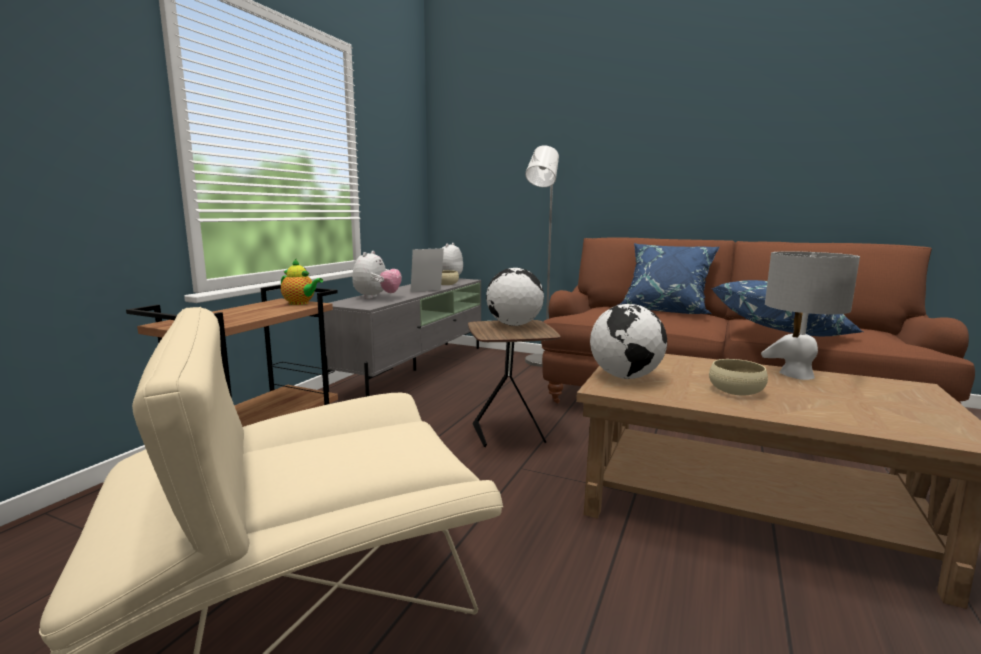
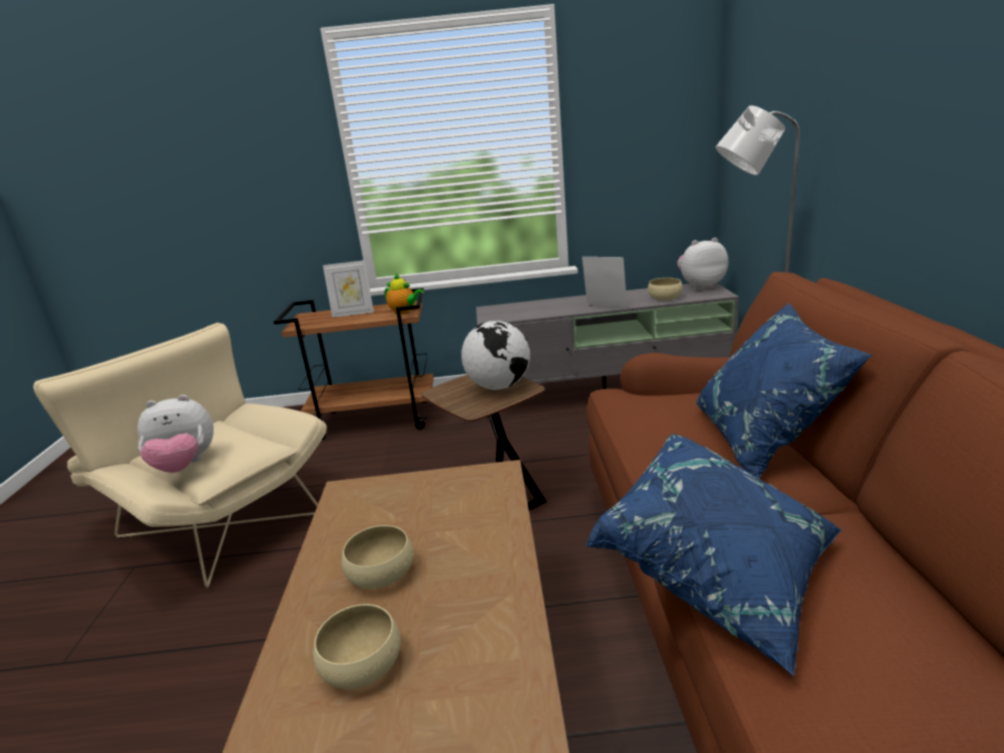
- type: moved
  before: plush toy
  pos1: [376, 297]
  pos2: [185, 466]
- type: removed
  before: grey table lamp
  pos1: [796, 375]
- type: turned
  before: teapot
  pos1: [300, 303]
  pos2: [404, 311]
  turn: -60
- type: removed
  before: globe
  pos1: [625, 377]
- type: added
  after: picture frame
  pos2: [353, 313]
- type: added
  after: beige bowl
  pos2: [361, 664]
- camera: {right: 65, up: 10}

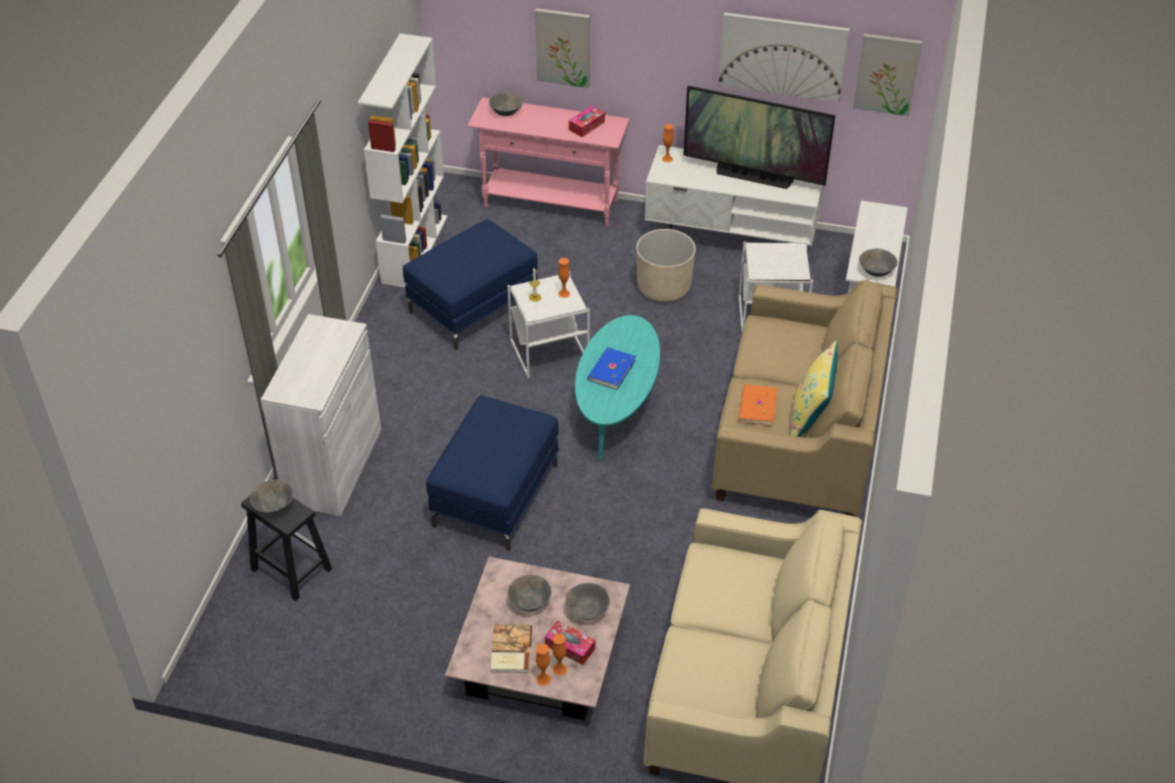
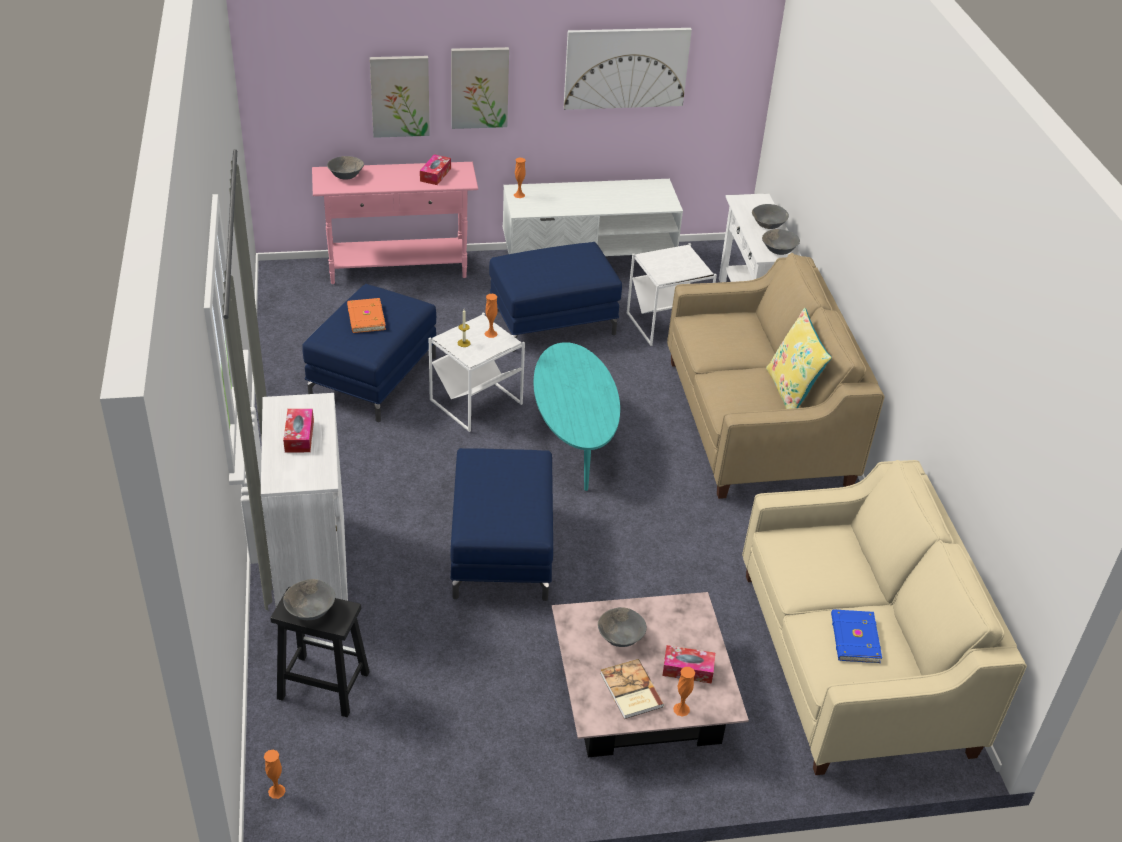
- type: removed
  before: white bookcase
  pos1: [414, 249]
- type: moved
  before: picture
  pos1: [887, 74]
  pos2: [479, 87]
- type: removed
  before: television
  pos1: [753, 176]
- type: replaced
  before: beige planter
  after: blue ottoman
  pos1: [664, 287]
  pos2: [552, 321]
- type: moved
  before: blue book
  pos1: [610, 370]
  pos2: [854, 638]
- type: moved
  before: orange book
  pos1: [756, 407]
  pos2: [365, 318]
- type: moved
  before: grey bowl
  pos1: [587, 609]
  pos2: [768, 224]
- type: moved
  before: orange vase
  pos1: [559, 669]
  pos2: [276, 791]
- type: added
  after: tissue box
  pos2: [299, 436]
- camera: {right: -25, up: -5}

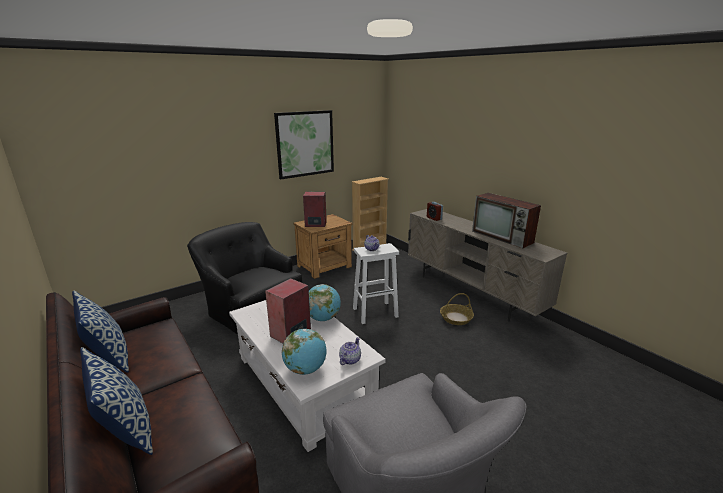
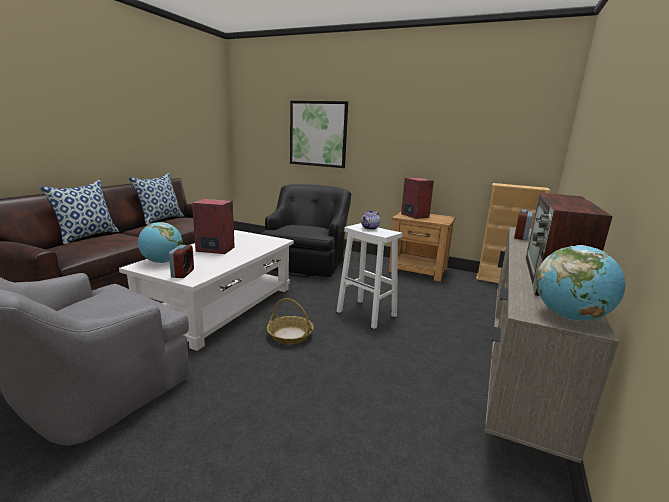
- type: moved
  before: picture
  pos1: [305, 144]
  pos2: [318, 134]
- type: moved
  before: globe
  pos1: [323, 318]
  pos2: [570, 316]
- type: moved
  before: basket
  pos1: [456, 318]
  pos2: [290, 335]
- type: replaced
  before: teapot
  after: alarm clock
  pos1: [349, 360]
  pos2: [183, 273]
- camera: {right: 60, up: -5}

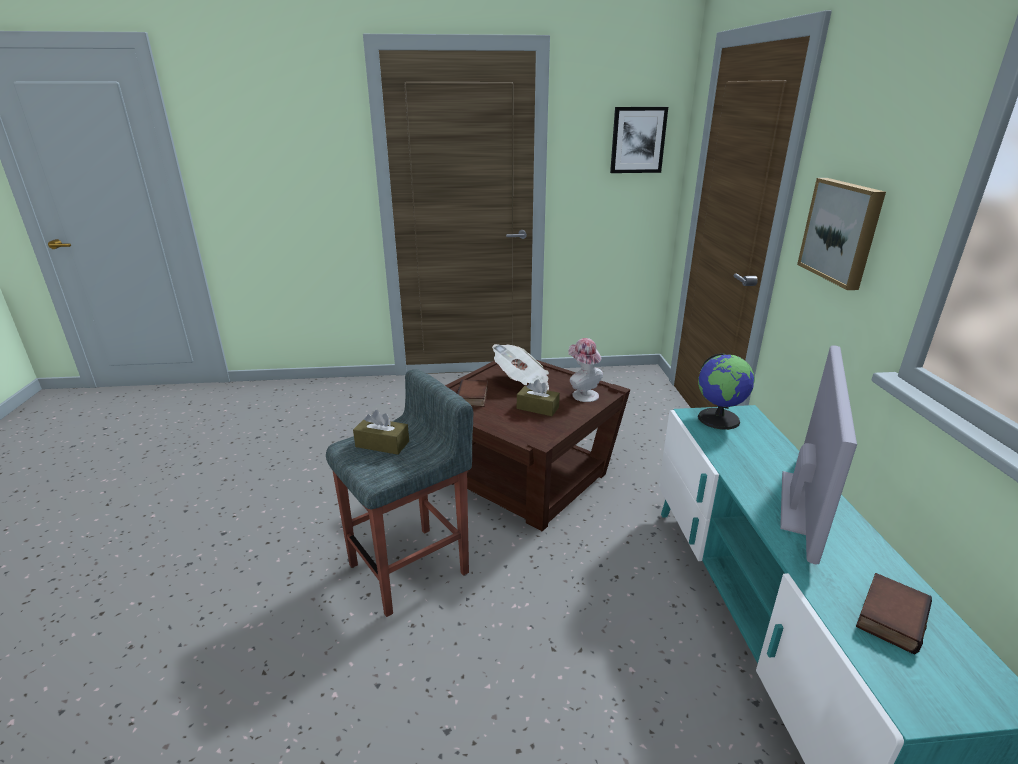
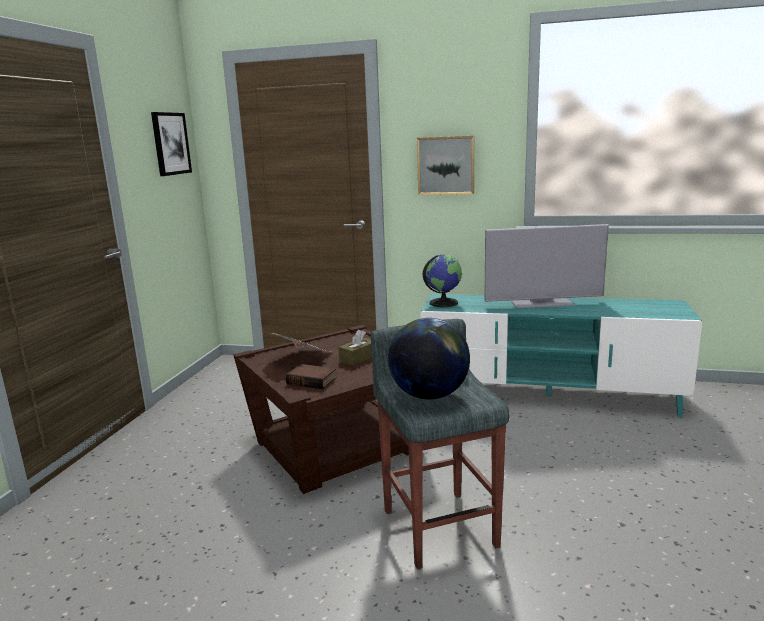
- type: removed
  before: hat
  pos1: [582, 394]
- type: turned
  before: television
  pos1: [800, 503]
  pos2: [542, 303]
  turn: 135
- type: replaced
  before: brown tissue box
  after: globe
  pos1: [382, 444]
  pos2: [429, 395]
- type: removed
  before: book
  pos1: [889, 616]
- camera: {right: -70, up: -10}

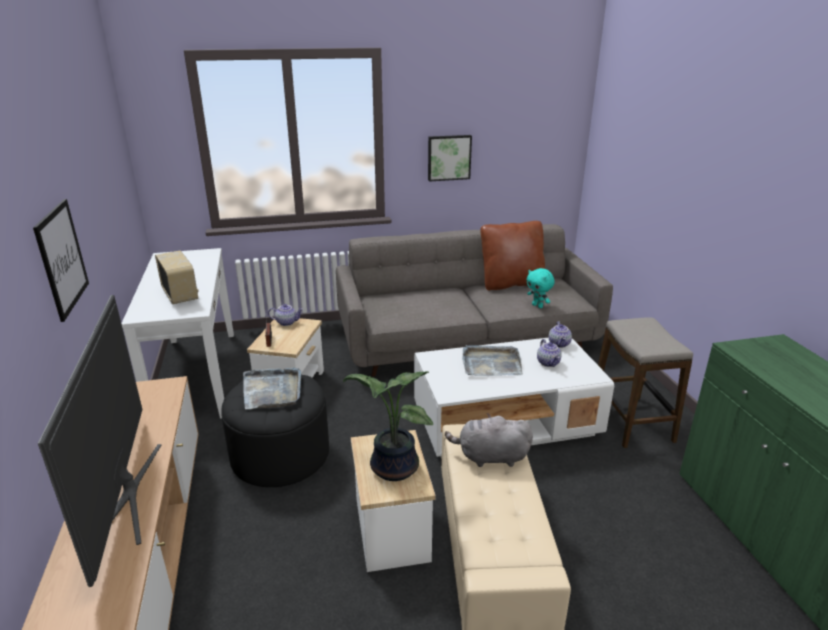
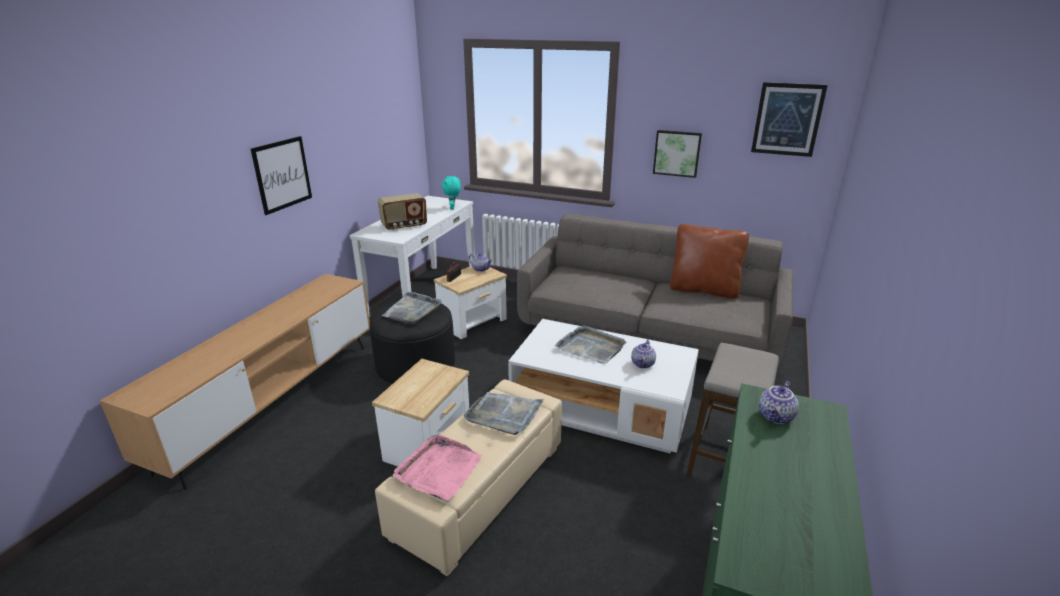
- type: turned
  before: radio
  pos1: [180, 295]
  pos2: [404, 226]
  turn: 60
- type: moved
  before: turquoise plush toy
  pos1: [538, 306]
  pos2: [453, 208]
- type: removed
  before: television
  pos1: [126, 493]
- type: moved
  before: teapot
  pos1: [559, 344]
  pos2: [776, 417]
- type: removed
  before: potted plant
  pos1: [391, 468]
- type: replaced
  before: grey plush toy
  after: grey tray
  pos1: [490, 457]
  pos2: [504, 414]
- type: added
  after: picture
  pos2: [787, 119]
- type: added
  after: pink tray
  pos2: [439, 470]
- camera: {right: 35, up: 0}

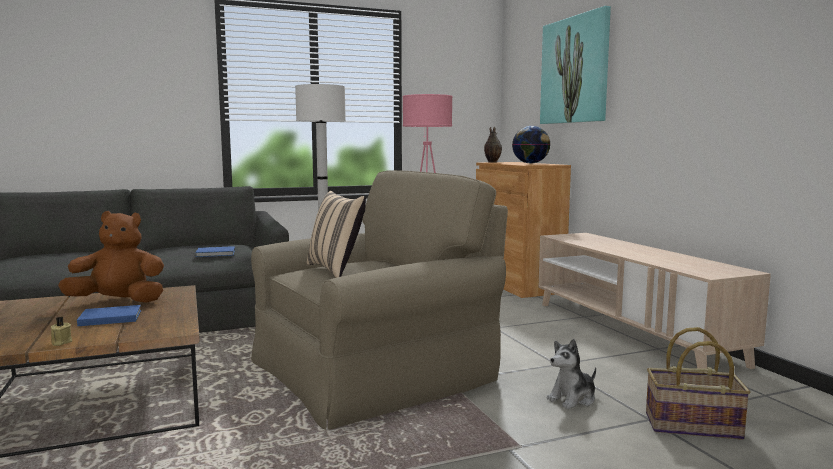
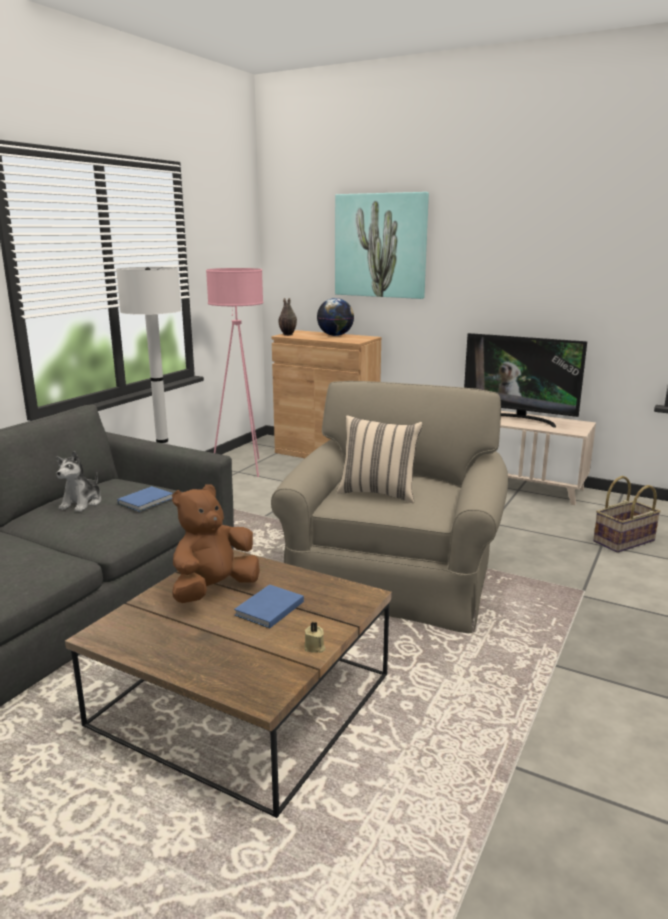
- type: moved
  before: plush toy
  pos1: [573, 399]
  pos2: [82, 503]
- type: added
  after: television
  pos2: [519, 419]
- camera: {right: -40, up: 10}

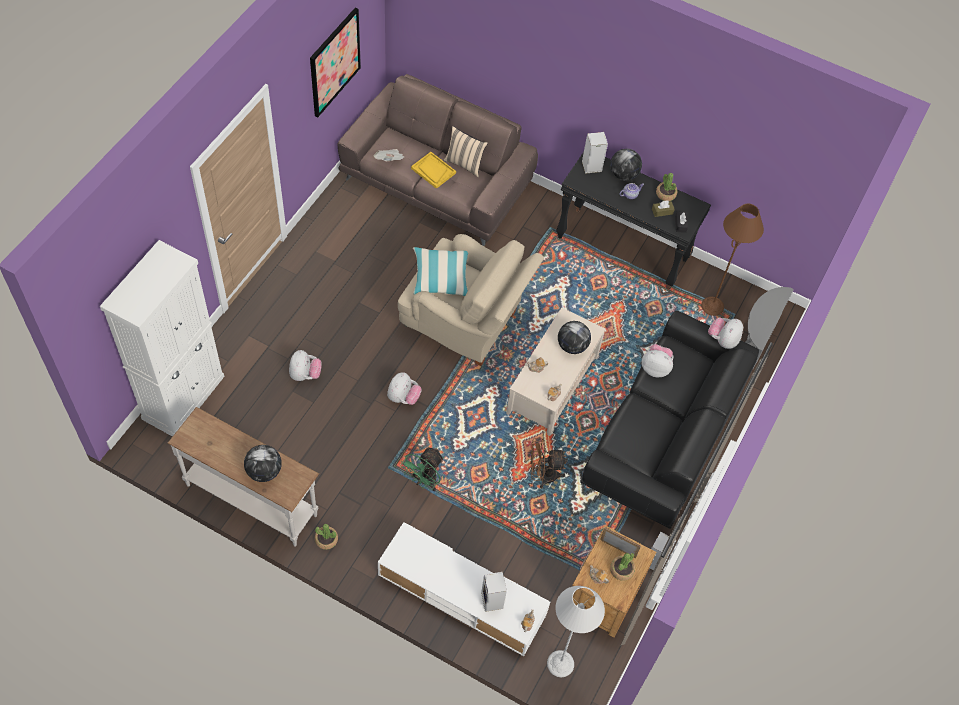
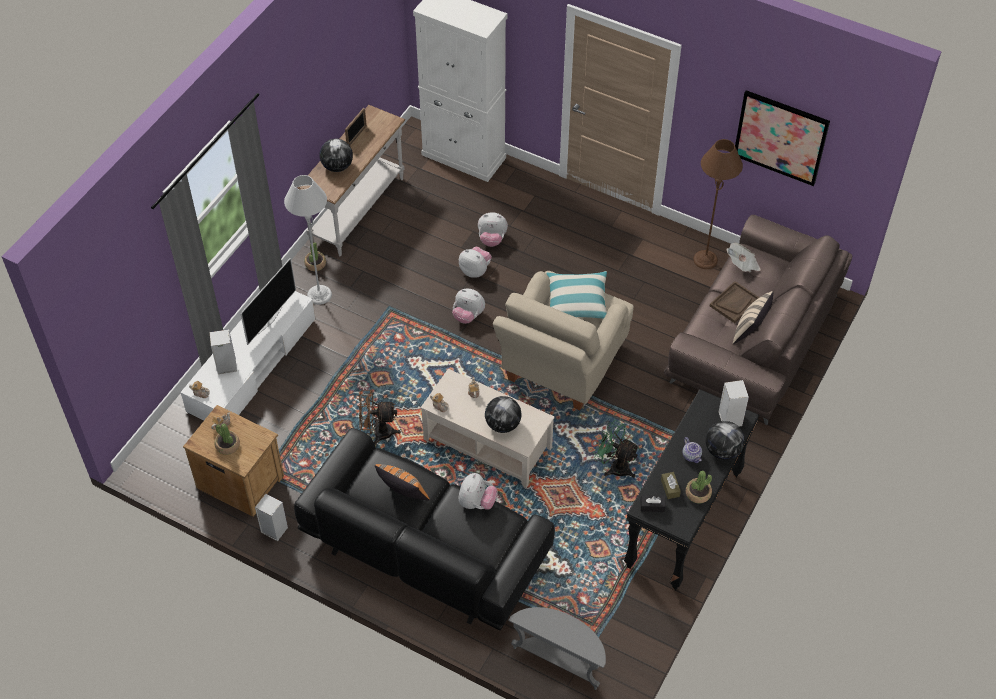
- type: recoloured
  before: yellow tray
  after: brown tray
  pos1: [433, 171]
  pos2: [734, 303]
- type: moved
  before: brown floor lamp
  pos1: [712, 306]
  pos2: [705, 260]
- type: moved
  before: plush toy
  pos1: [723, 340]
  pos2: [475, 270]
- type: turned
  before: brown fan
  pos1: [543, 475]
  pos2: [377, 432]
  turn: -90
- type: moved
  before: green fan
  pos1: [424, 481]
  pos2: [615, 466]
- type: moved
  before: picture frame
  pos1: [618, 548]
  pos2: [356, 136]
- type: moved
  before: grey floor lamp
  pos1: [560, 664]
  pos2: [319, 295]
- type: added
  after: television
  pos2: [269, 320]
- type: added
  after: orange pillow
  pos2: [403, 496]
- camera: {right: 95, up: -5}

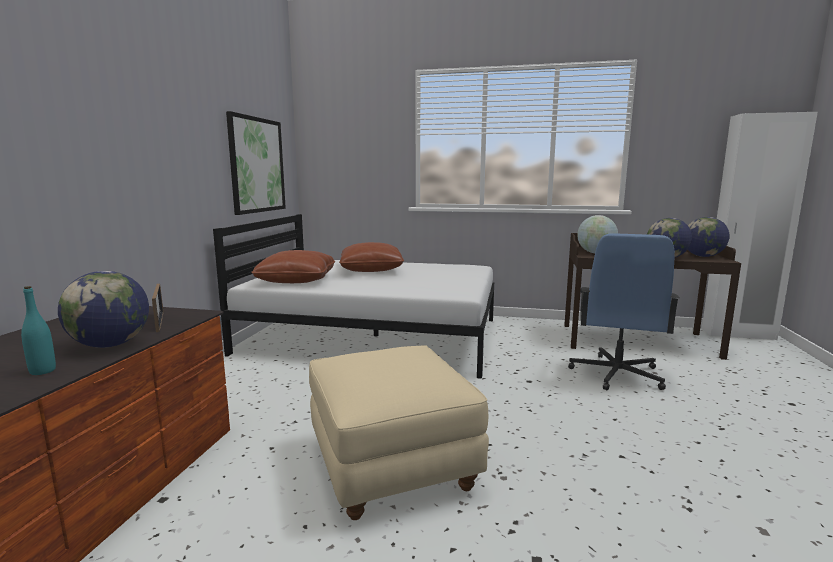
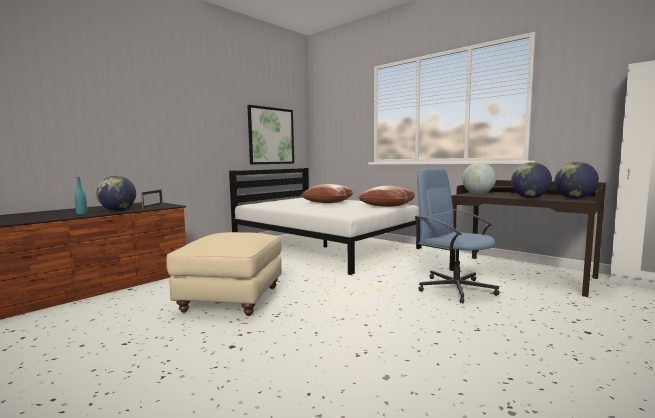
- type: turned
  before: blue office chair
  pos1: [616, 374]
  pos2: [455, 288]
  turn: 90
- type: moved
  before: brown pillow
  pos1: [297, 280]
  pos2: [387, 206]
- camera: {right: 30, up: -5}

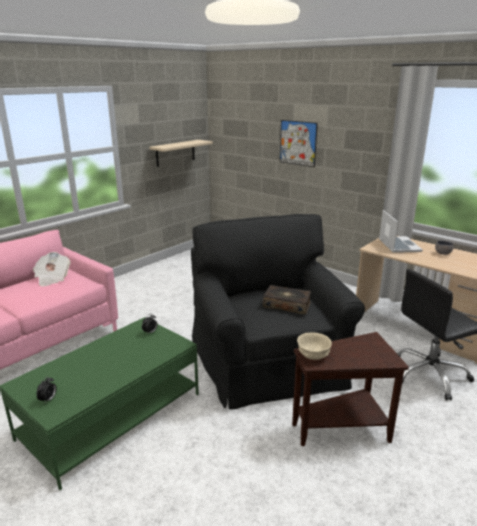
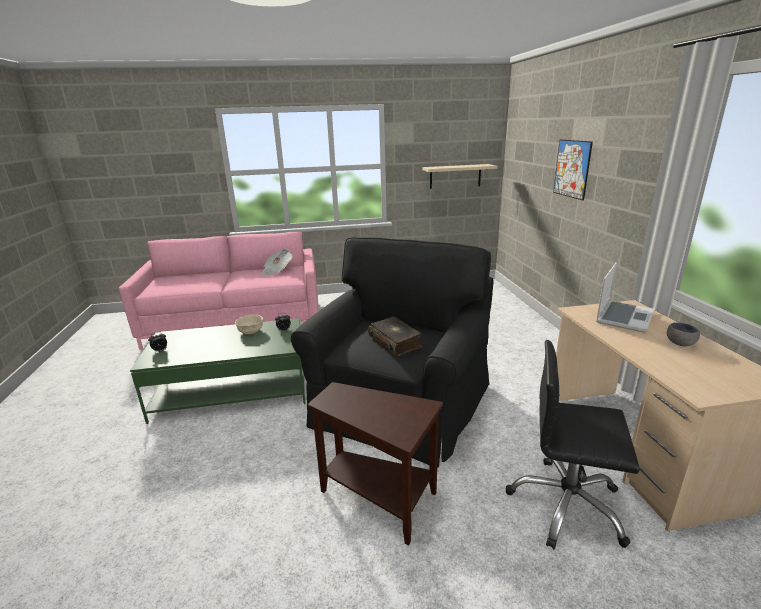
- type: moved
  before: beige bowl
  pos1: [314, 355]
  pos2: [251, 331]
- camera: {right: 40, up: 0}

